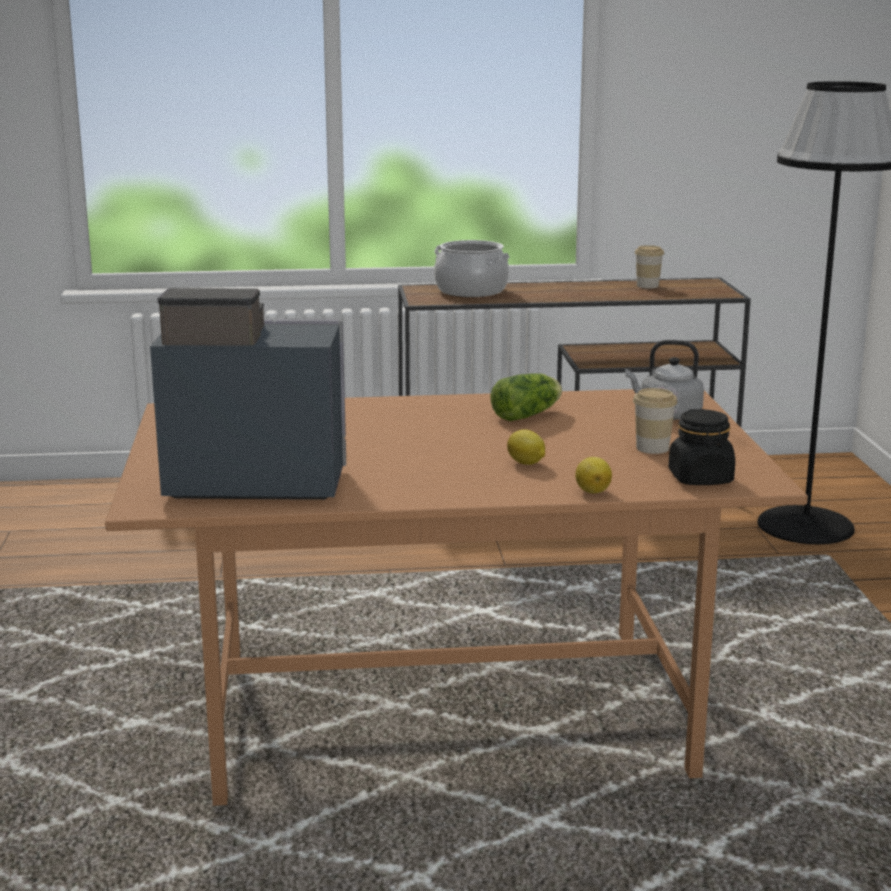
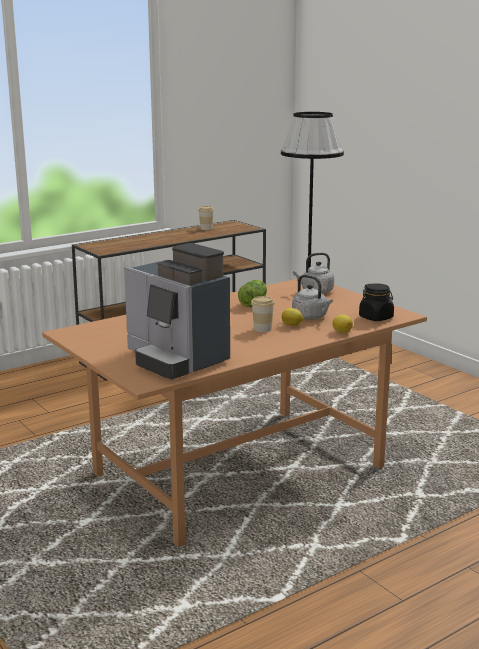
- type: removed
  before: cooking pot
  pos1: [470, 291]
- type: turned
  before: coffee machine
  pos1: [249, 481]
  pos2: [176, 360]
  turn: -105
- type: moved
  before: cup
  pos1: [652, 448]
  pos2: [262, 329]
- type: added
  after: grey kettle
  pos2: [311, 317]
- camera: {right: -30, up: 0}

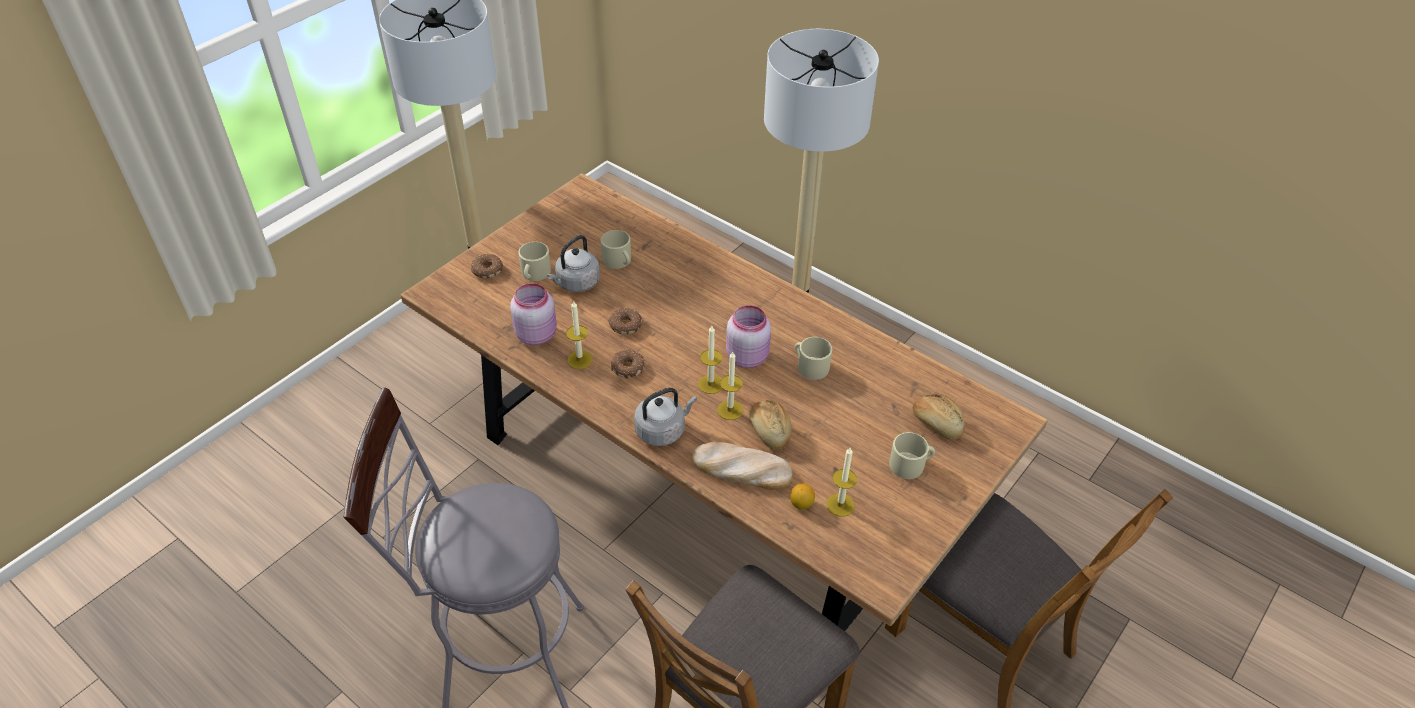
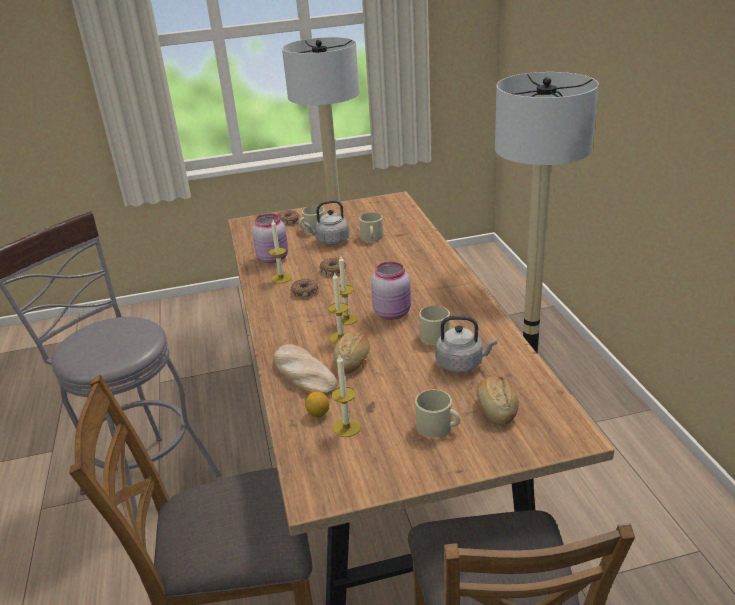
- type: moved
  before: grey kettle
  pos1: [662, 430]
  pos2: [462, 364]
- camera: {right: 40, up: -15}

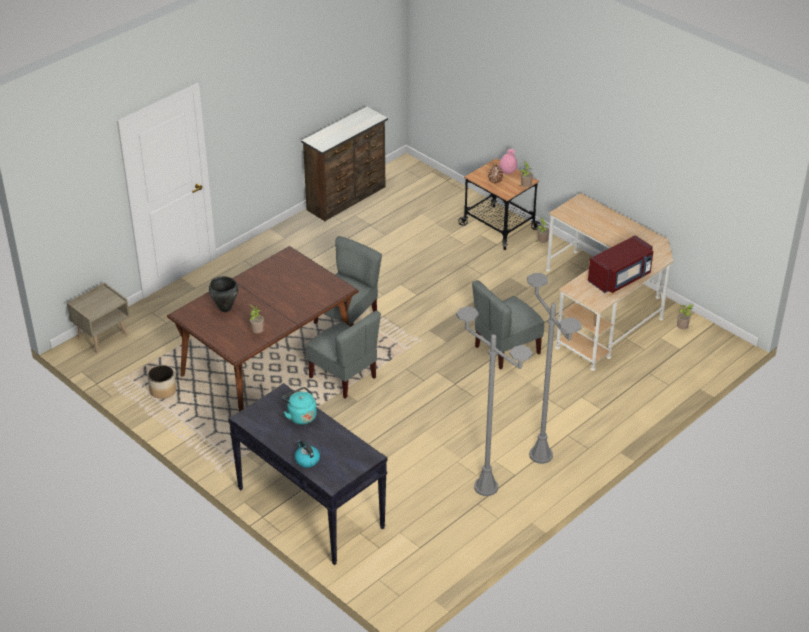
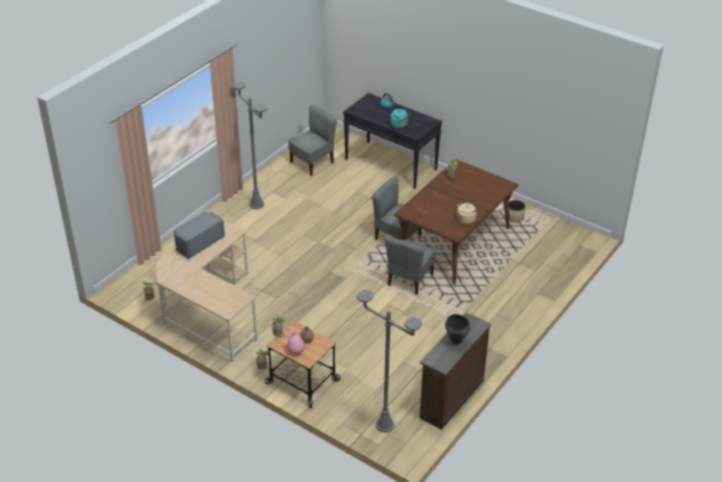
- type: recoloured
  before: red microwave
  after: grey microwave
  pos1: [620, 278]
  pos2: [199, 244]
- type: moved
  before: black cooking pot
  pos1: [225, 308]
  pos2: [456, 340]
- type: moved
  before: grey chair
  pos1: [506, 350]
  pos2: [312, 163]
- type: removed
  before: beige nightstand
  pos1: [103, 337]
- type: moved
  before: grey floor lamp
  pos1: [486, 487]
  pos2: [384, 425]
- type: added
  after: beige kettle
  pos2: [467, 219]
- camera: {right: 170, up: 0}

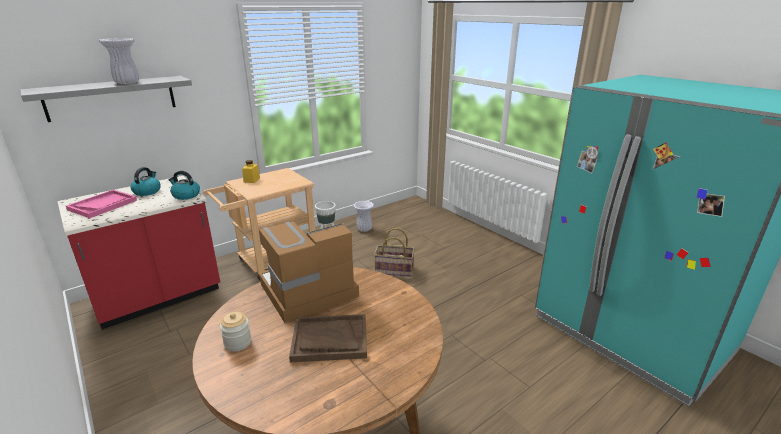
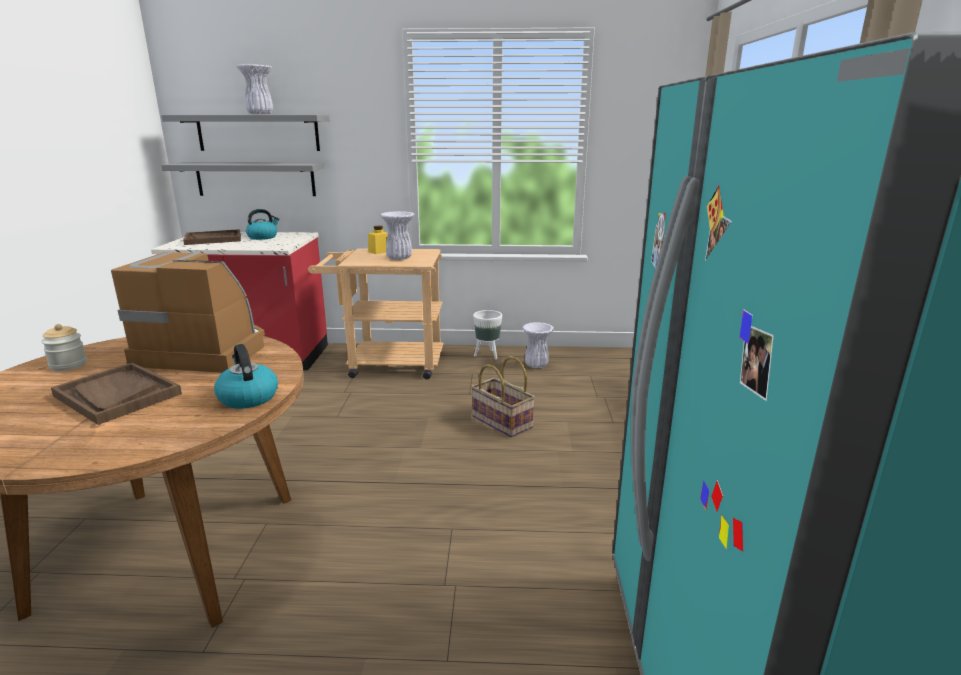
- type: moved
  before: kettle
  pos1: [185, 195]
  pos2: [247, 397]
- type: recoloured
  before: pink tray
  after: brown tray
  pos1: [103, 205]
  pos2: [213, 239]
- type: added
  after: grey shelf
  pos2: [255, 179]
- type: added
  after: white vase
  pos2: [399, 258]
- camera: {right: 40, up: -5}

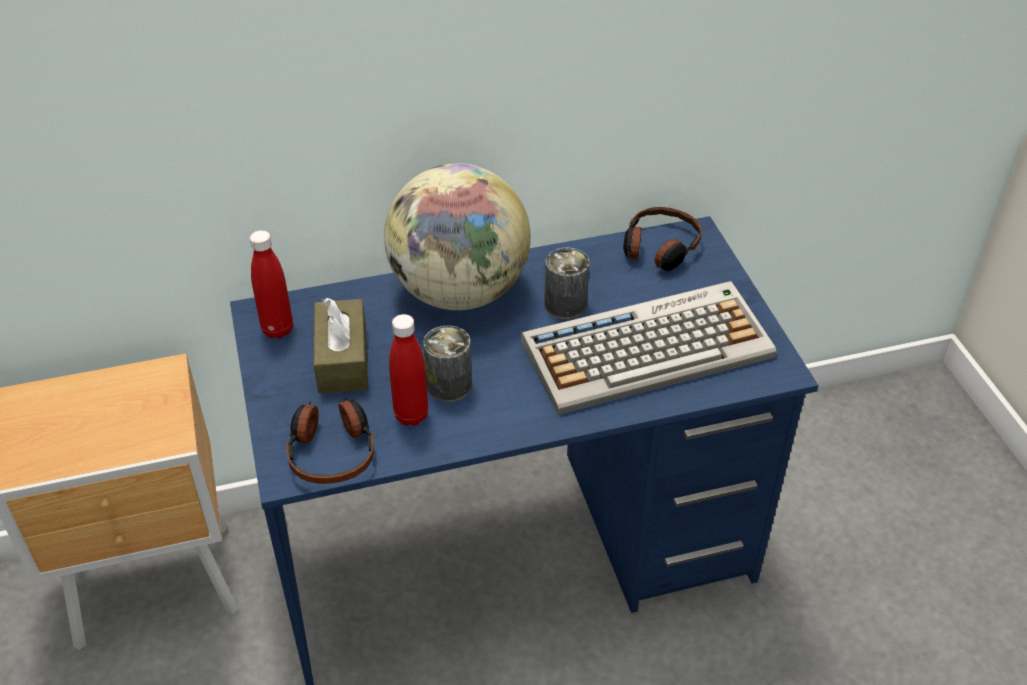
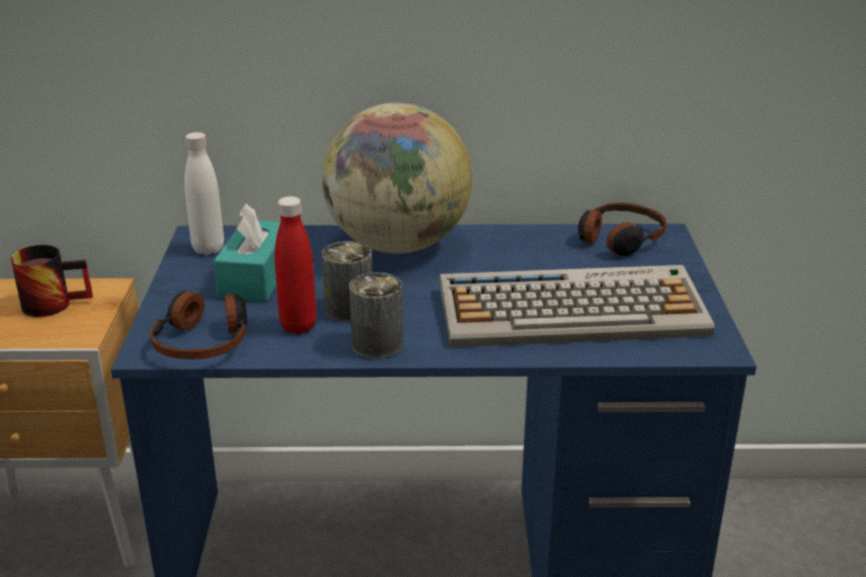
- type: recoloured
  before: red bottle
  after: white bottle
  pos1: [277, 329]
  pos2: [208, 249]
- type: moved
  before: can
  pos1: [565, 304]
  pos2: [377, 344]
- type: recoloured
  before: brown tissue box
  after: turquoise tissue box
  pos1: [342, 359]
  pos2: [256, 277]
- type: added
  after: mug
  pos2: [55, 302]
- camera: {right: 15, up: -15}

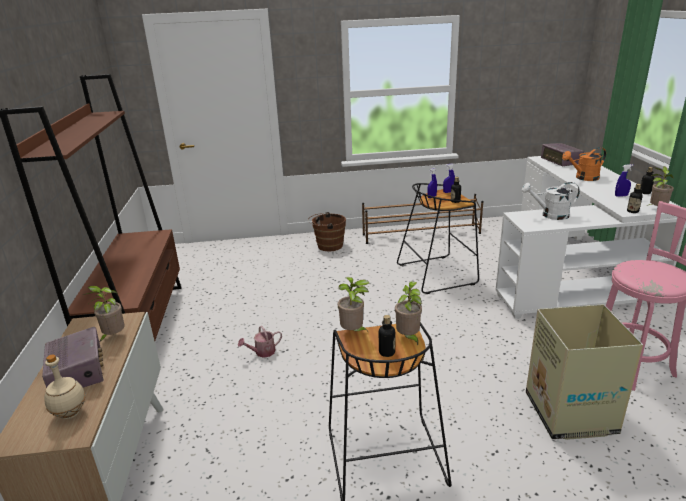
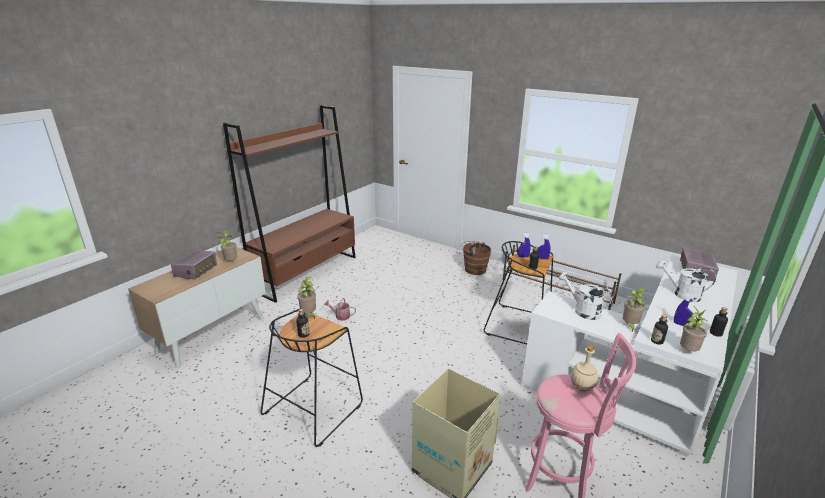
- type: recoloured
  before: orange watering can
  after: white watering can
  pos1: [583, 178]
  pos2: [682, 294]
- type: moved
  before: potted plant
  pos1: [408, 338]
  pos2: [629, 326]
- type: moved
  before: beige bottle
  pos1: [70, 414]
  pos2: [581, 388]
- camera: {right: 40, up: 0}

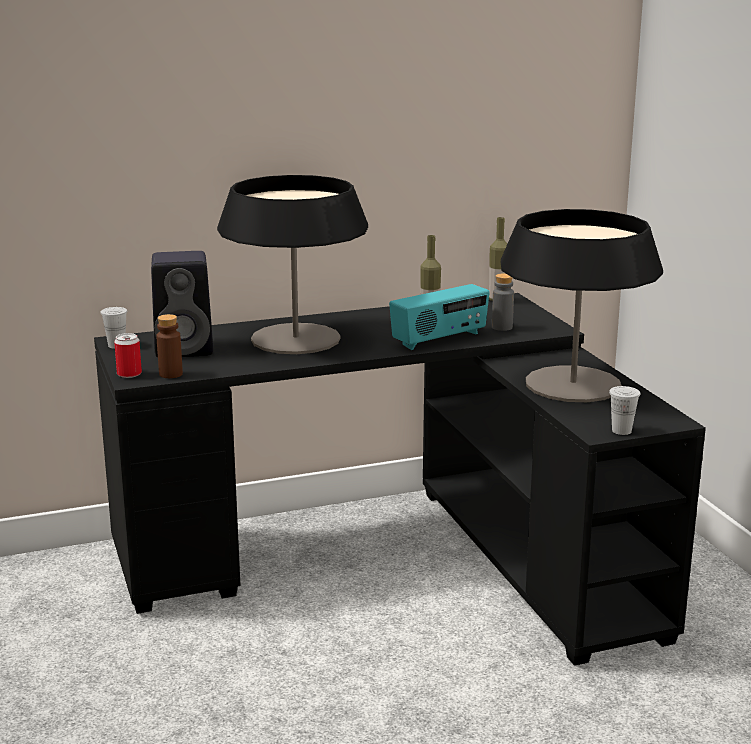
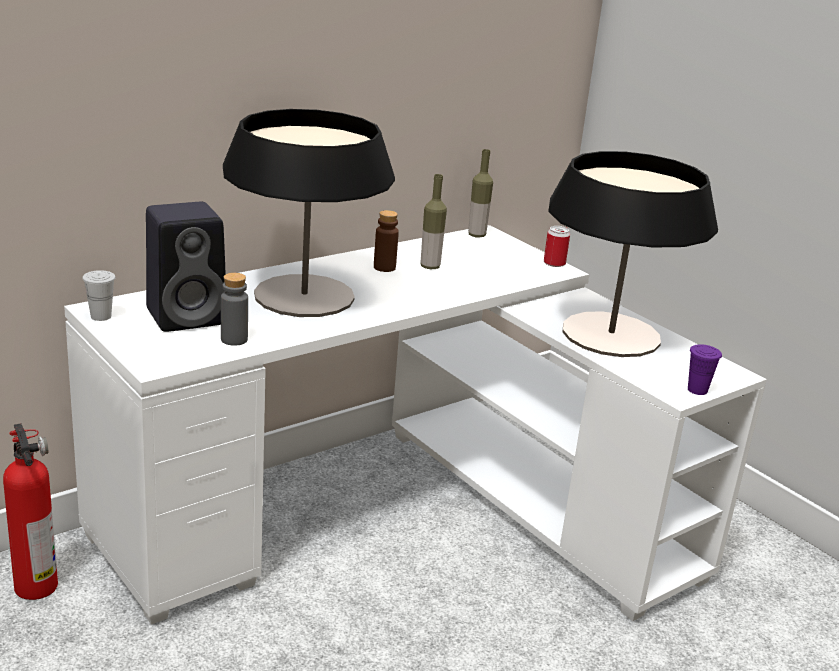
- type: moved
  before: grey bottle
  pos1: [502, 327]
  pos2: [234, 339]
- type: removed
  before: radio
  pos1: [440, 339]
- type: recoloured
  before: black desk
  after: white desk
  pos1: [400, 555]
  pos2: [404, 512]
- type: moved
  before: brown bottle
  pos1: [170, 374]
  pos2: [384, 267]
- type: moved
  before: can
  pos1: [129, 374]
  pos2: [554, 263]
- type: recoloured
  before: white cup
  after: purple cup
  pos1: [621, 431]
  pos2: [697, 390]
- type: added
  after: fire extinguisher
  pos2: [35, 584]
- camera: {right: -20, up: 5}

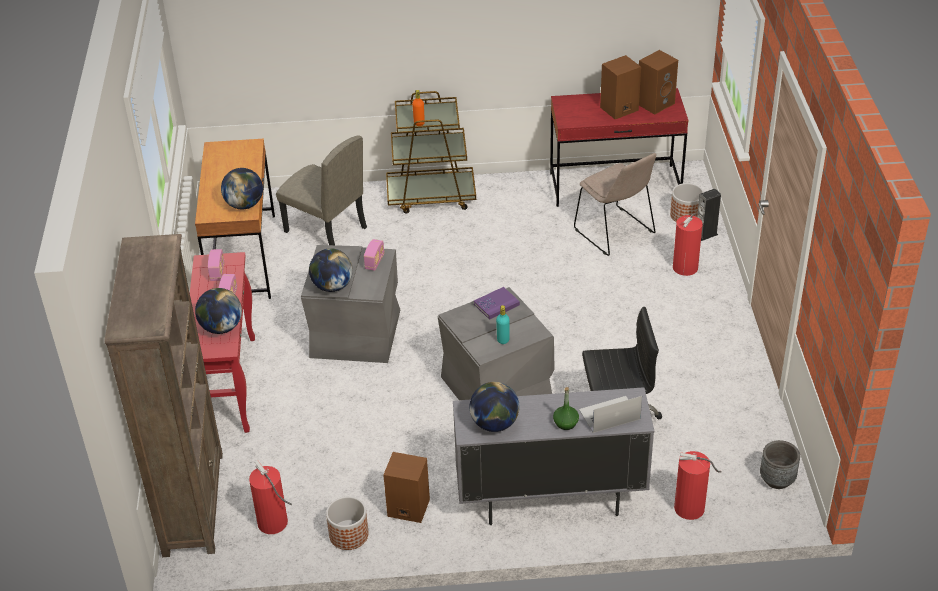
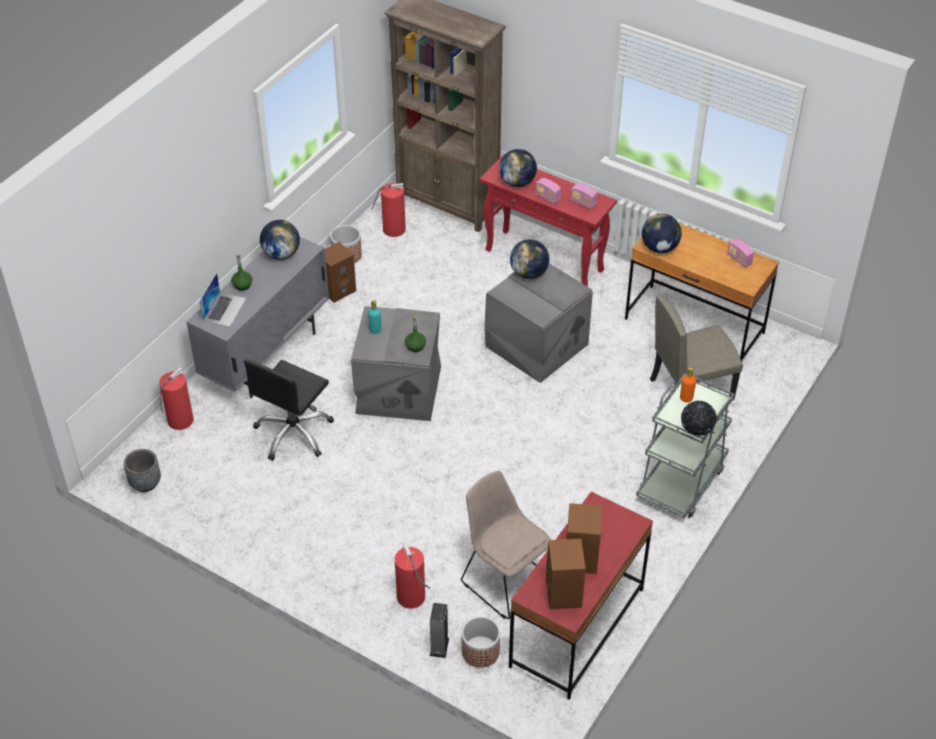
- type: recoloured
  before: brown cart
  after: grey cart
  pos1: [431, 196]
  pos2: [681, 482]
- type: turned
  before: beige chair
  pos1: [615, 233]
  pos2: [505, 579]
  turn: 45
- type: moved
  before: radio
  pos1: [374, 262]
  pos2: [739, 259]
- type: replaced
  before: purple book
  after: green bottle
  pos1: [496, 304]
  pos2: [415, 346]
- type: added
  after: globe
  pos2: [696, 433]
- camera: {right: 125, up: 5}

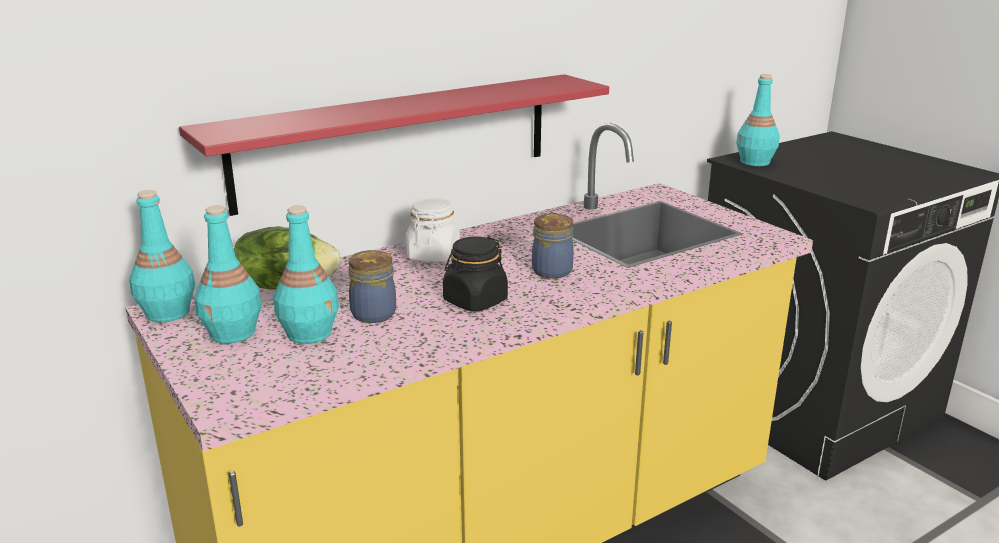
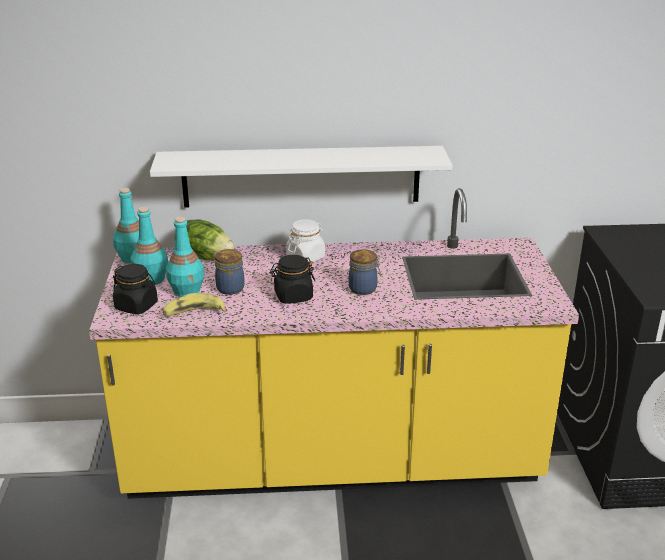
- type: recoloured
  before: red shelf
  after: white shelf
  pos1: [397, 140]
  pos2: [301, 176]
- type: removed
  before: turquoise bottle
  pos1: [755, 162]
- type: added
  after: black jar
  pos2: [136, 306]
- type: added
  after: banana
  pos2: [194, 313]
- camera: {right: 30, up: 5}

